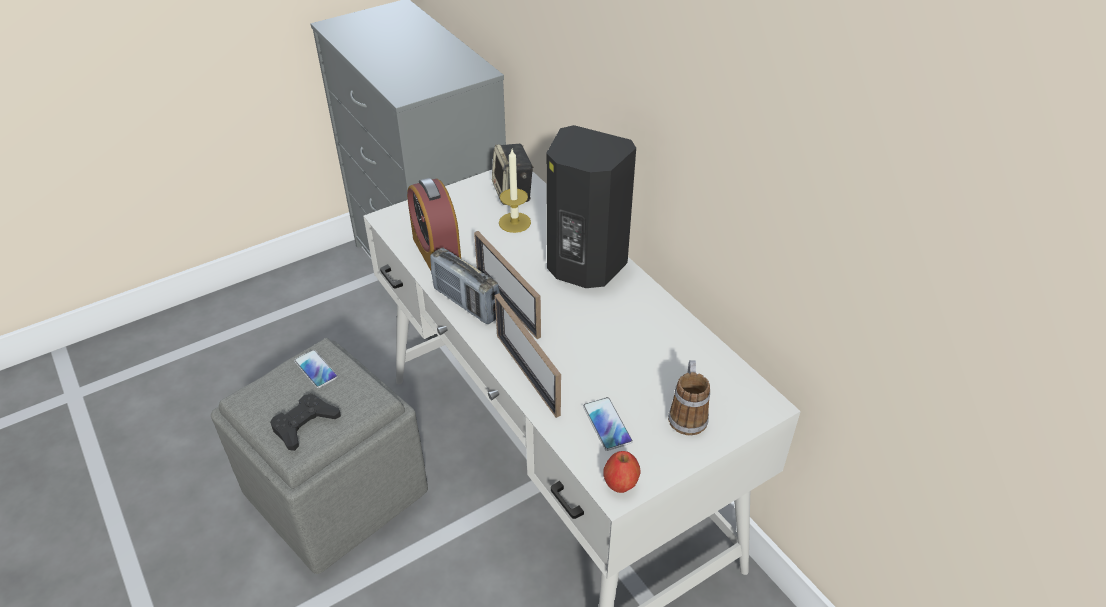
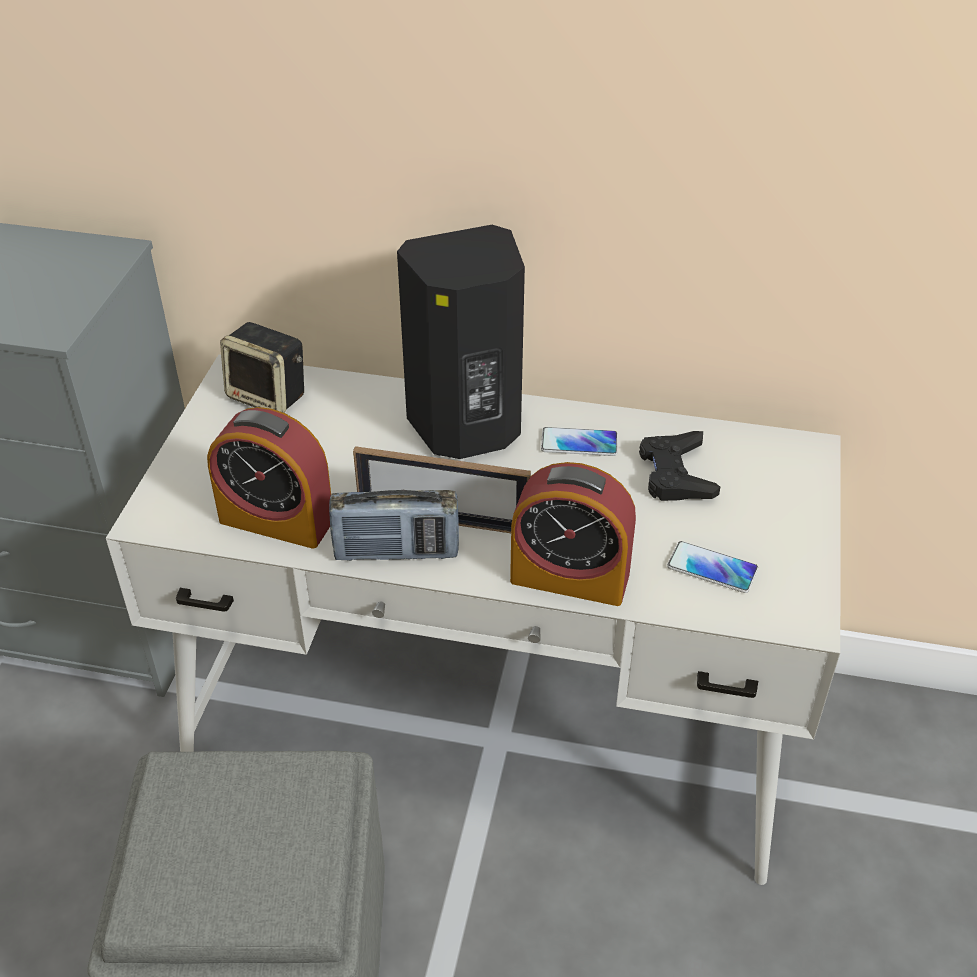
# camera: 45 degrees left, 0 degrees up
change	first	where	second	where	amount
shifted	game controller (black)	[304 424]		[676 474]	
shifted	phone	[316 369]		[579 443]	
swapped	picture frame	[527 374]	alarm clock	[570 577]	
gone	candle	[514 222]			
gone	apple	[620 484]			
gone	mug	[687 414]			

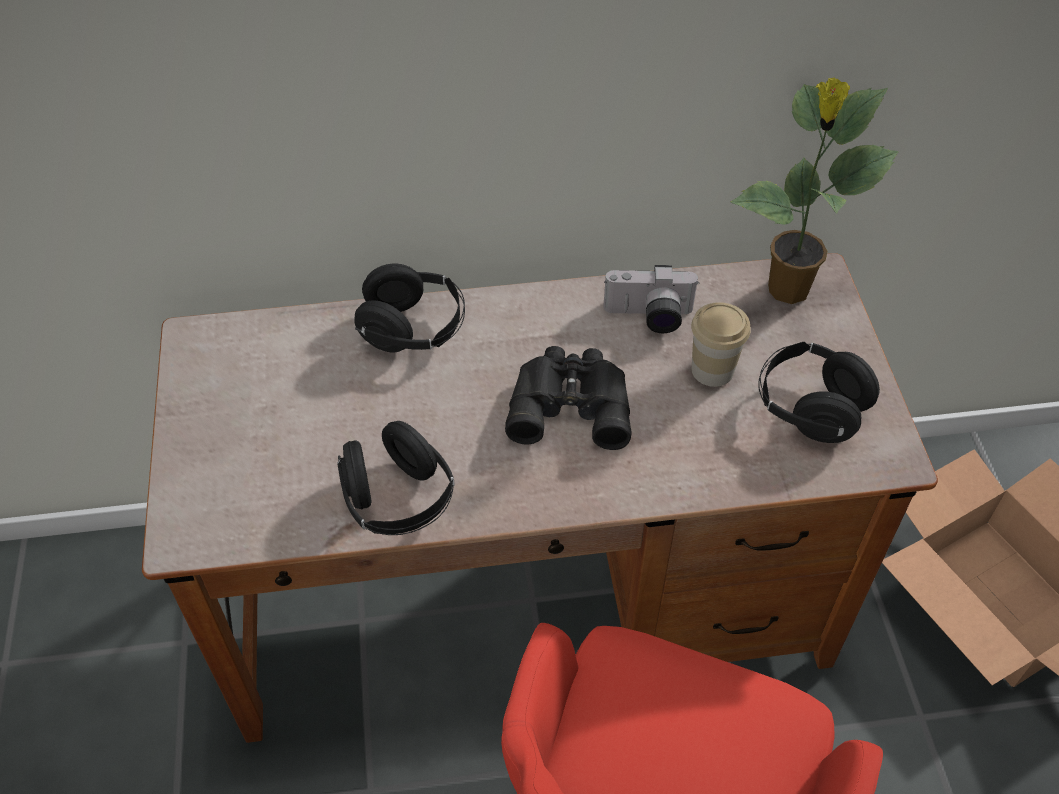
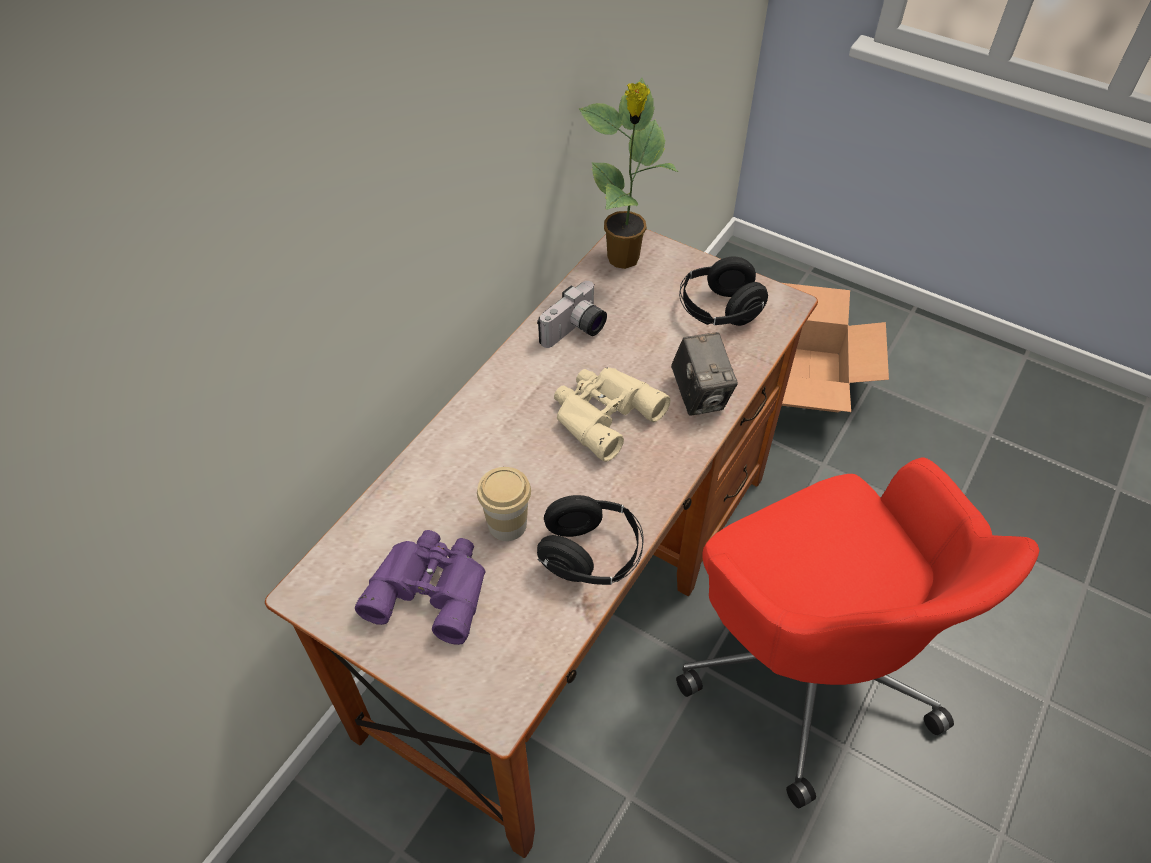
# camera: 50 degrees left, 0 degrees up
change	first	where	second	where	amount
gone	headphones (black)	[413 330]			
repainted	binoculars (black)	[569 402]	binoculars (beige)	[602 414]	
shifted	cup	[712 370]		[507 524]	
new			binoculars (purple)	[431 587]	
new			photo camera	[700 395]	

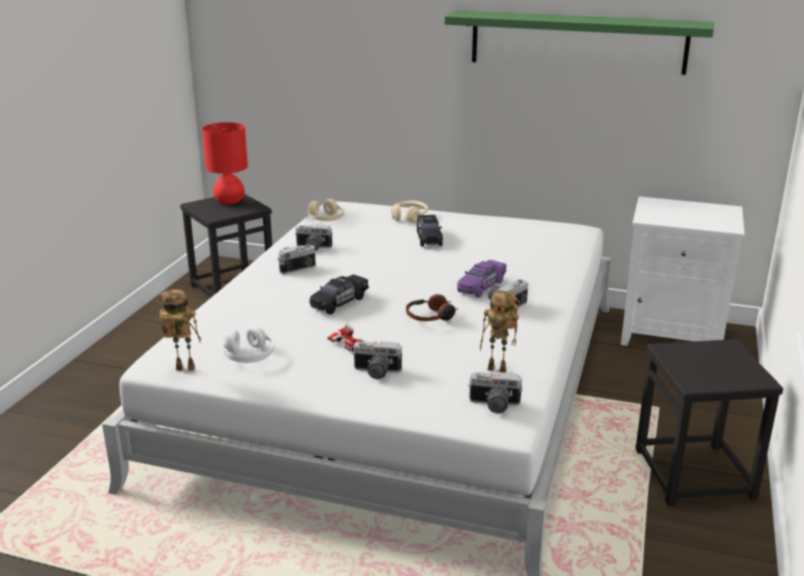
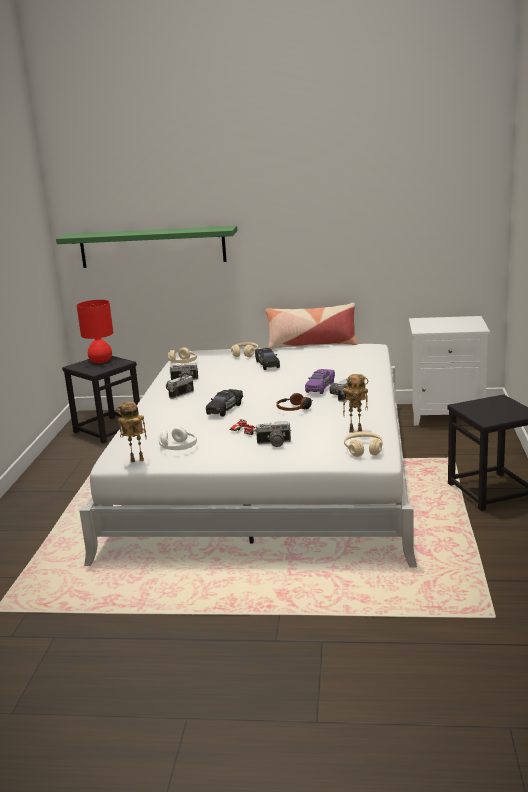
# camera: 10 degrees left, 5 degrees down
change	first	where	second	where	amount
shifted	shelf (green)	[577 42]		[152 247]	
swapped	photo camera	[494 405]	headphones (beige)	[363 450]	
new			pillow	[312 344]	

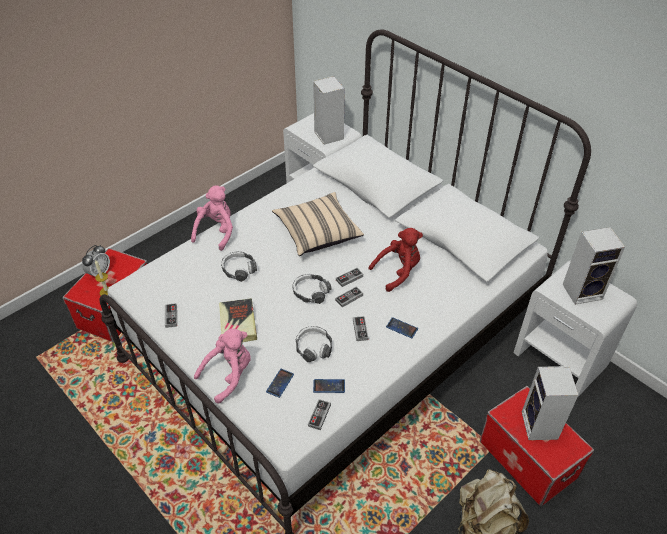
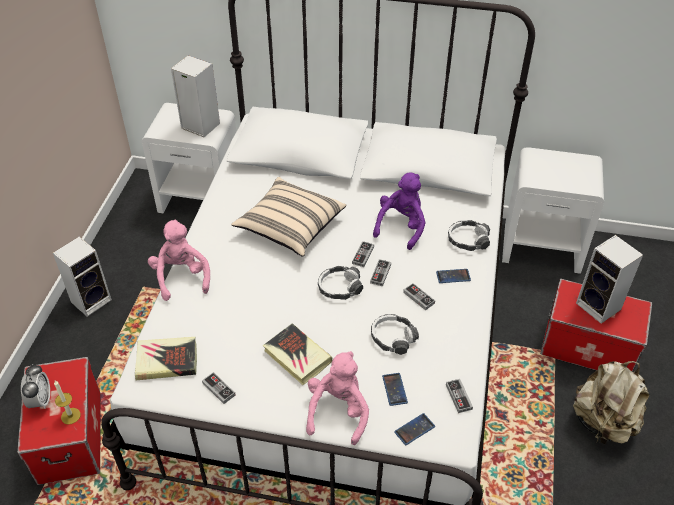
# camera: 35 degrees left, 0 degrees up
change	first	where	second	where	amount
shifted	headphones	[239 269]		[468 240]	
shifted	phone	[329 386]		[414 429]	
repainted	plush toy (red)	[398 271]	plush toy (purple)	[401 226]	
shifted	speaker	[583 291]		[92 300]	
new			book	[167 361]	

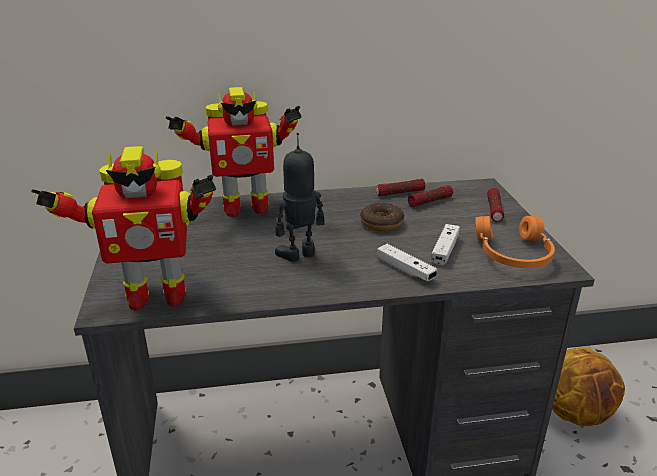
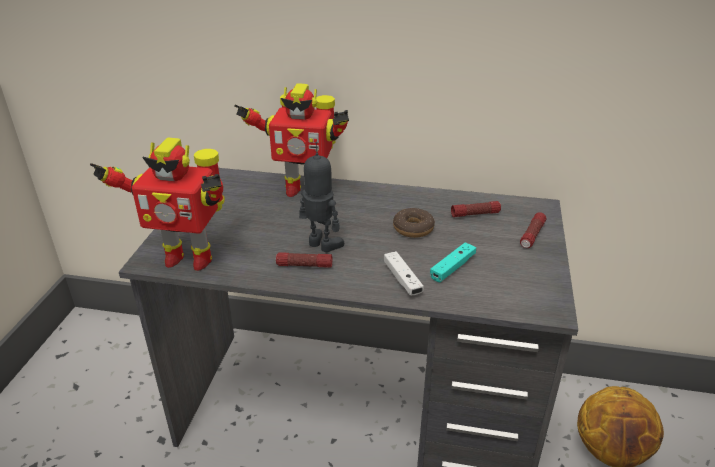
# camera: 20 degrees right, 5 degrees up
change	first	where	second	where	amount
rotated	toy robot	[300 255]		[321 245]	45 degrees clockwise
shifted	flashlight	[400 193]		[304 265]	
repainted	game controller (white)	[445 250]	game controller (turquoise)	[452 267]	
gone	headphones (orange)	[512 254]			

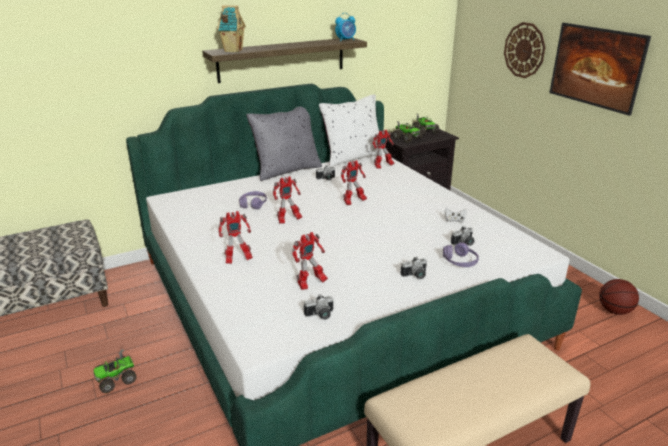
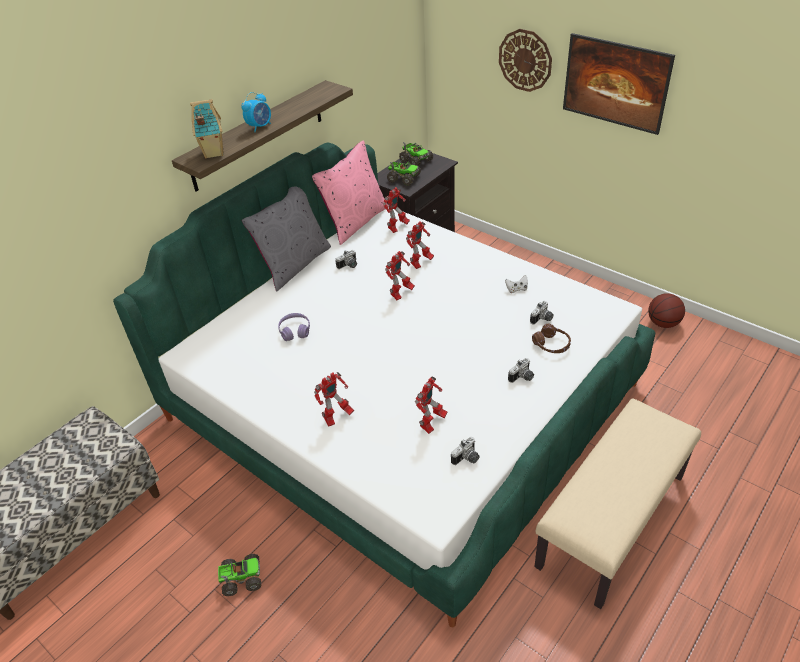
# camera: 20 degrees left, 15 degrees up
change	first	where	second	where	amount
rotated	toy truck	[116 379]		[241 578]	135 degrees counterclockwise
shifted	toy robot	[288 220]		[420 263]	
repainted	pillow (white)	[352 157]	pillow (pink)	[355 222]	
shifted	alarm clock	[345 40]		[260 126]	
repainted	headphones (purple)	[460 261]	headphones (brown)	[551 344]	

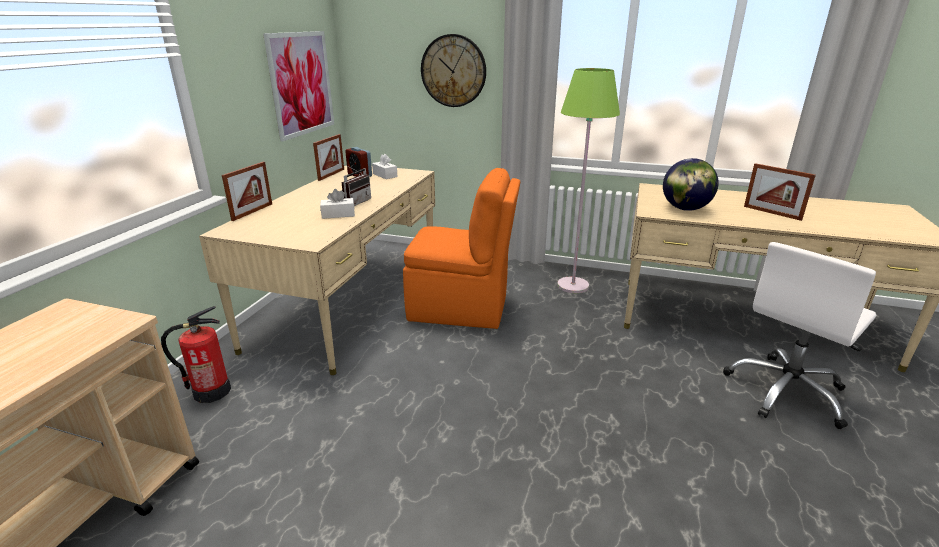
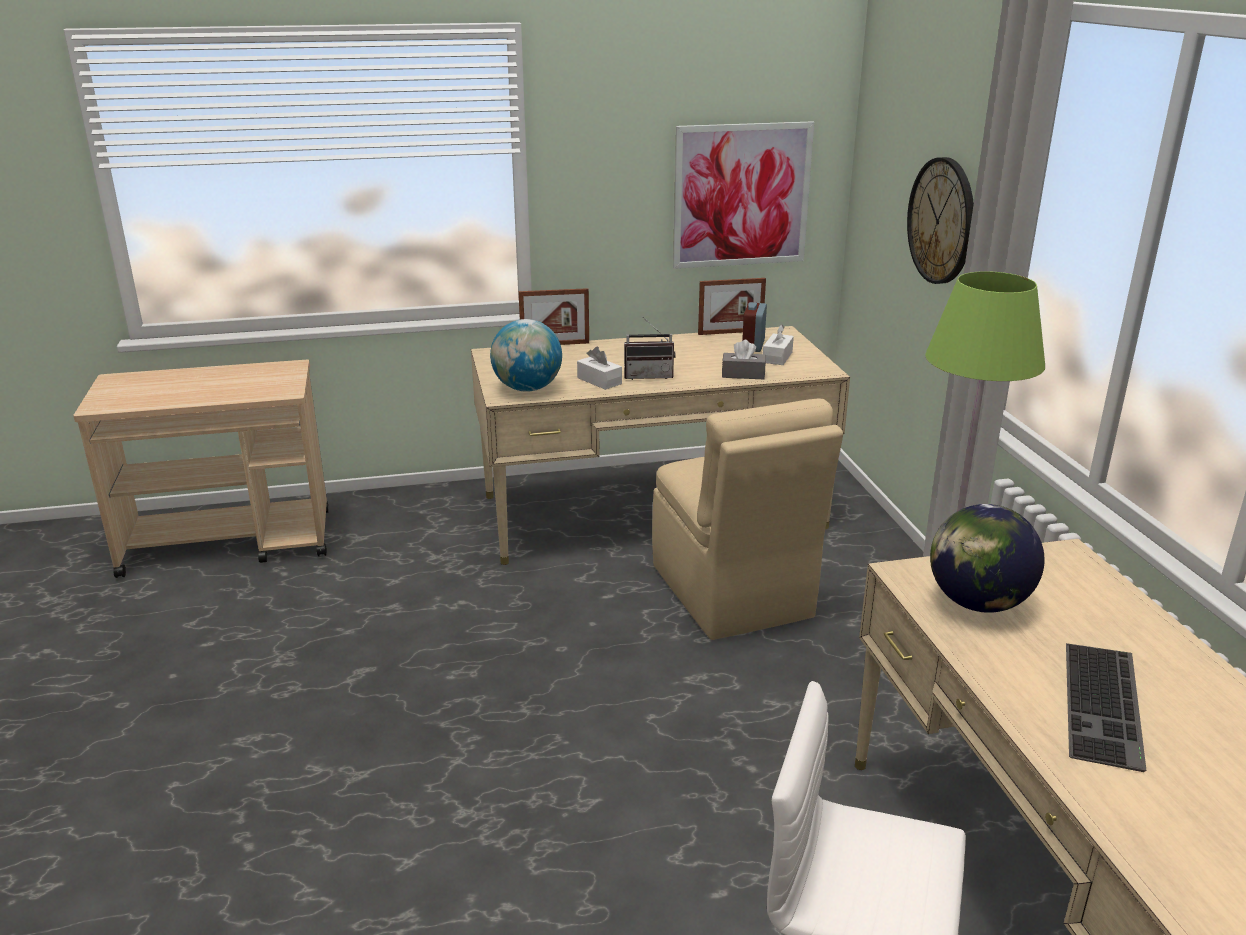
# camera: 60 degrees right, 0 degrees up
change	first	where	second	where	amount
gone	fire extinguisher	[211 391]			
repainted	chair (orange)	[461 308]	chair (beige)	[732 594]	
swapped	picture frame	[772 213]	keyboard	[1106 705]	
new			globe	[527 389]	
new			tissue box (grey)	[743 374]	

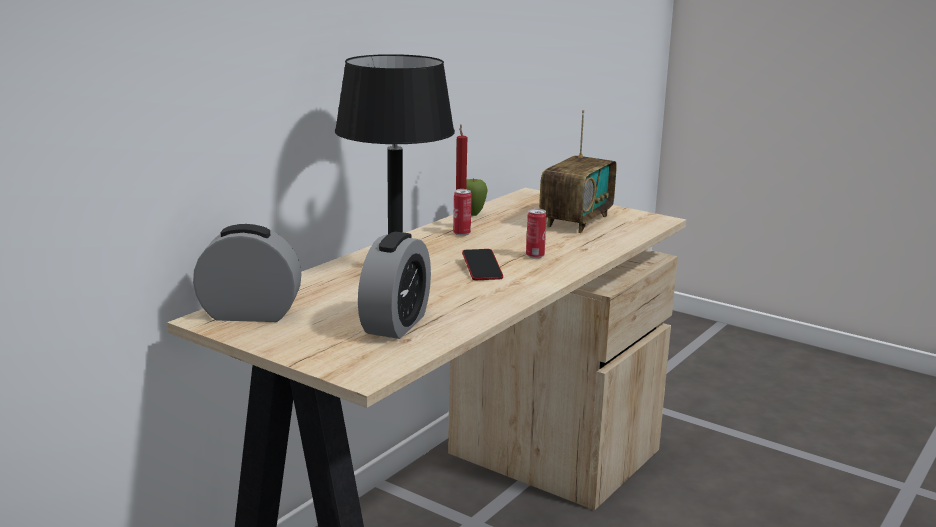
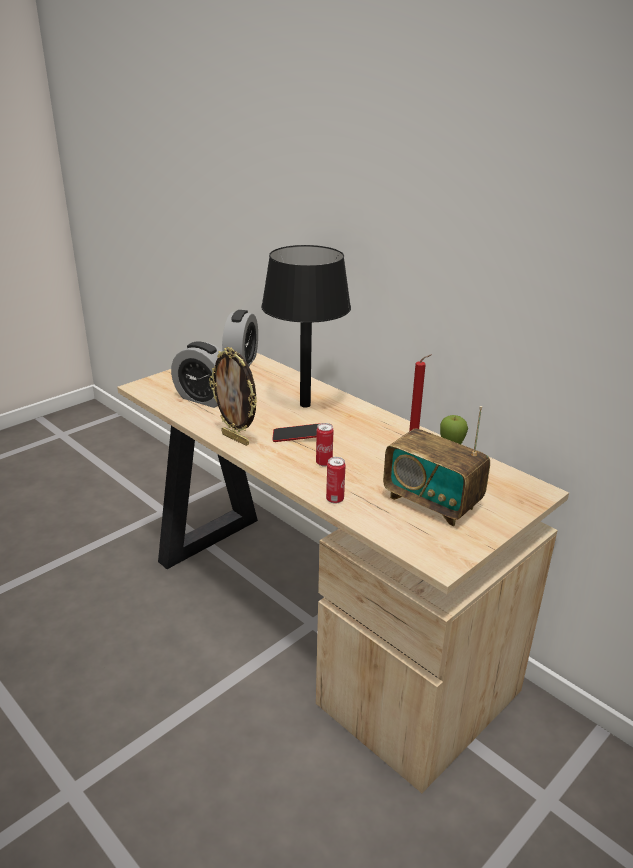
# camera: 100 degrees right, 10 degrees up
change	first	where	second	where	amount
shifted	can	[461 233]		[335 499]	
new			picture frame	[236 439]	

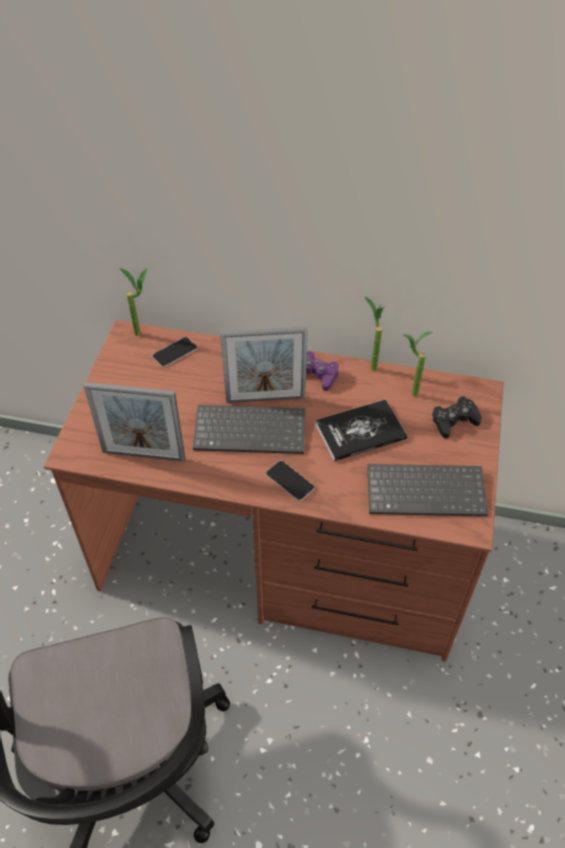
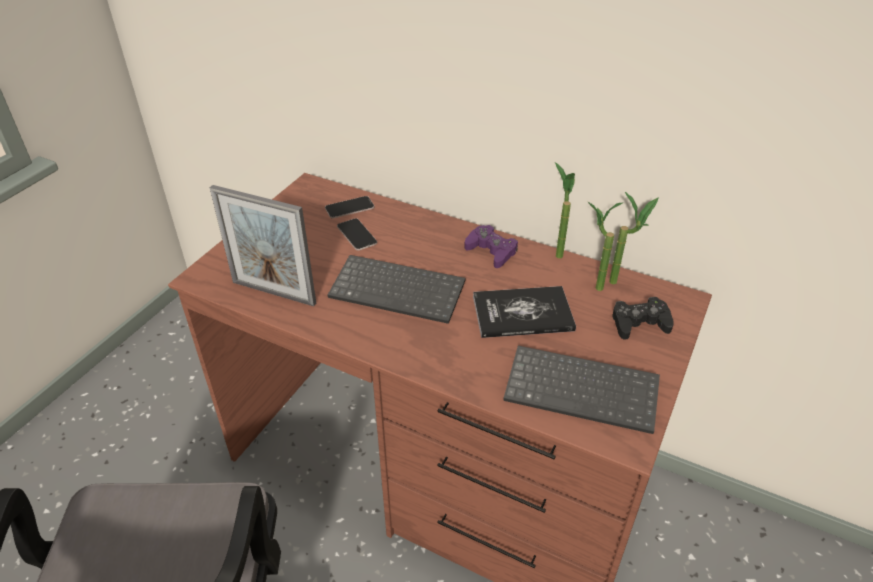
# camera: 15 degrees right, 10 degrees down
change	first	where	second	where	amount
shifted	potted plant	[144 333]		[621 282]	
gone	picture frame	[265 399]			
shifted	phone	[290 481]		[357 235]	

